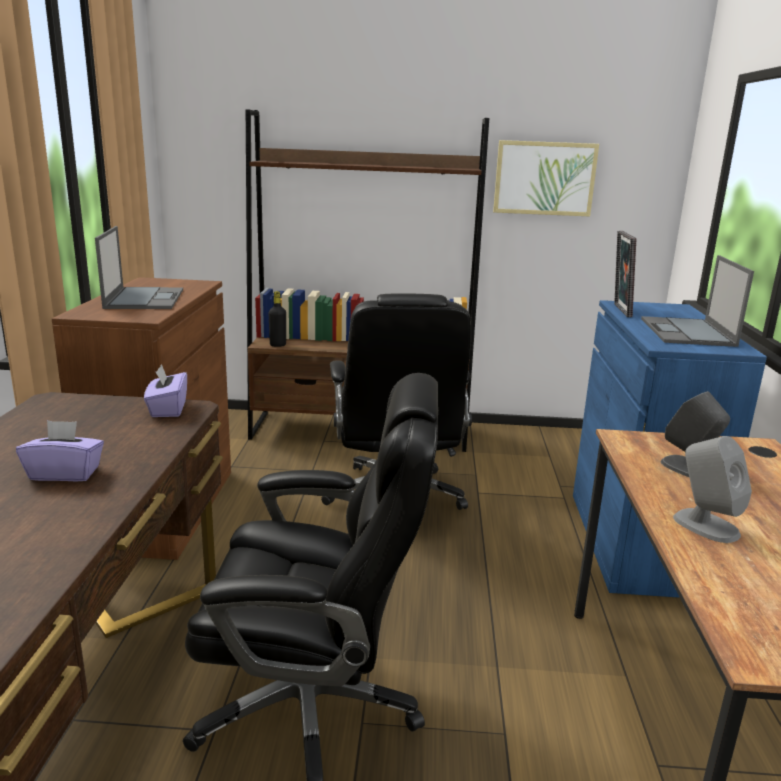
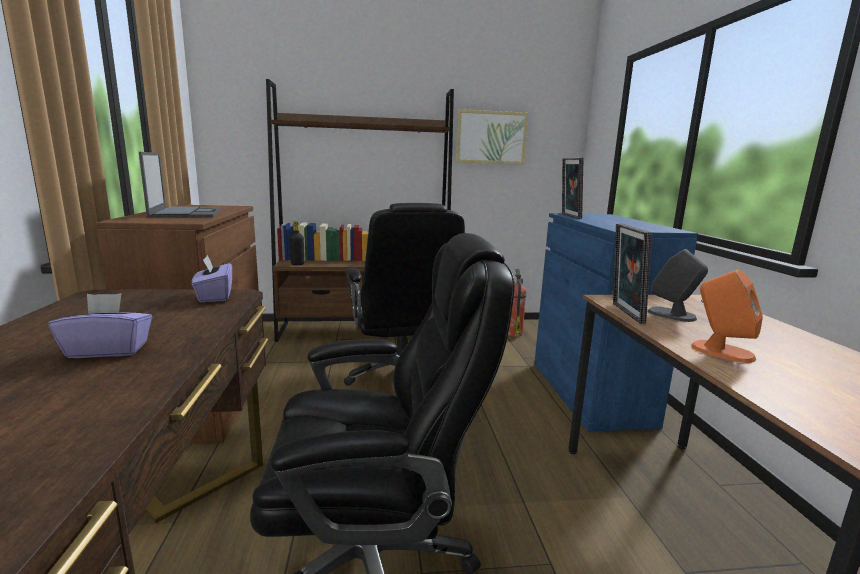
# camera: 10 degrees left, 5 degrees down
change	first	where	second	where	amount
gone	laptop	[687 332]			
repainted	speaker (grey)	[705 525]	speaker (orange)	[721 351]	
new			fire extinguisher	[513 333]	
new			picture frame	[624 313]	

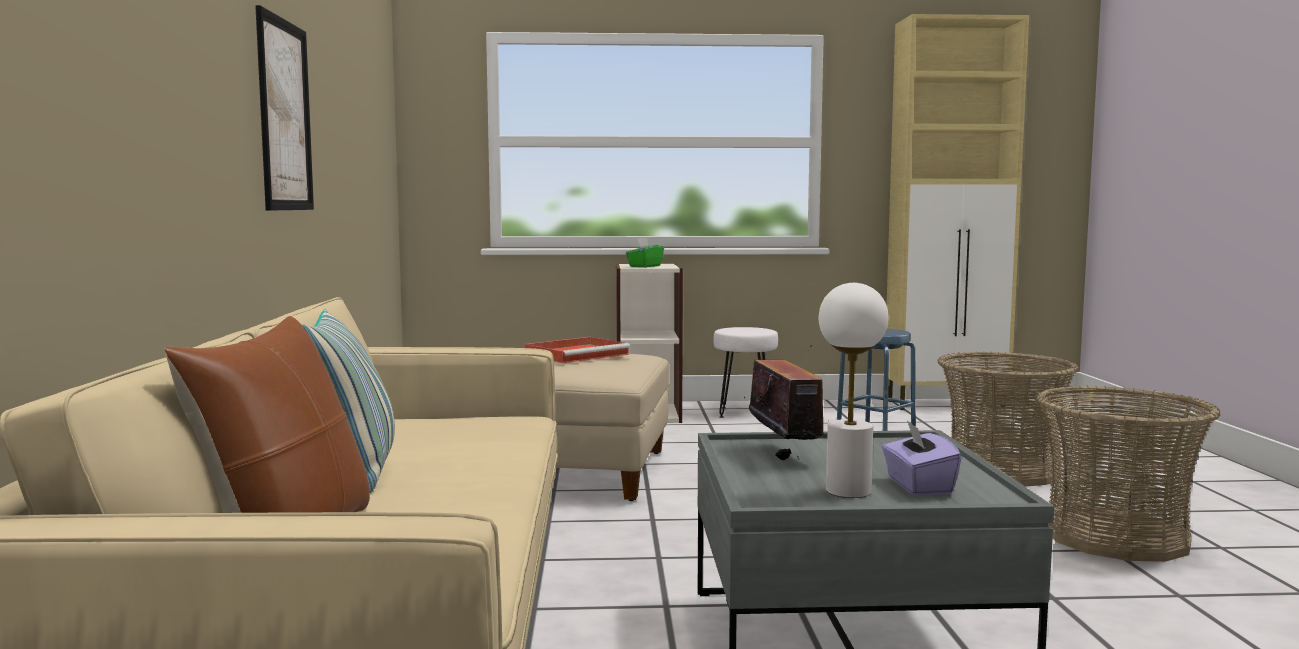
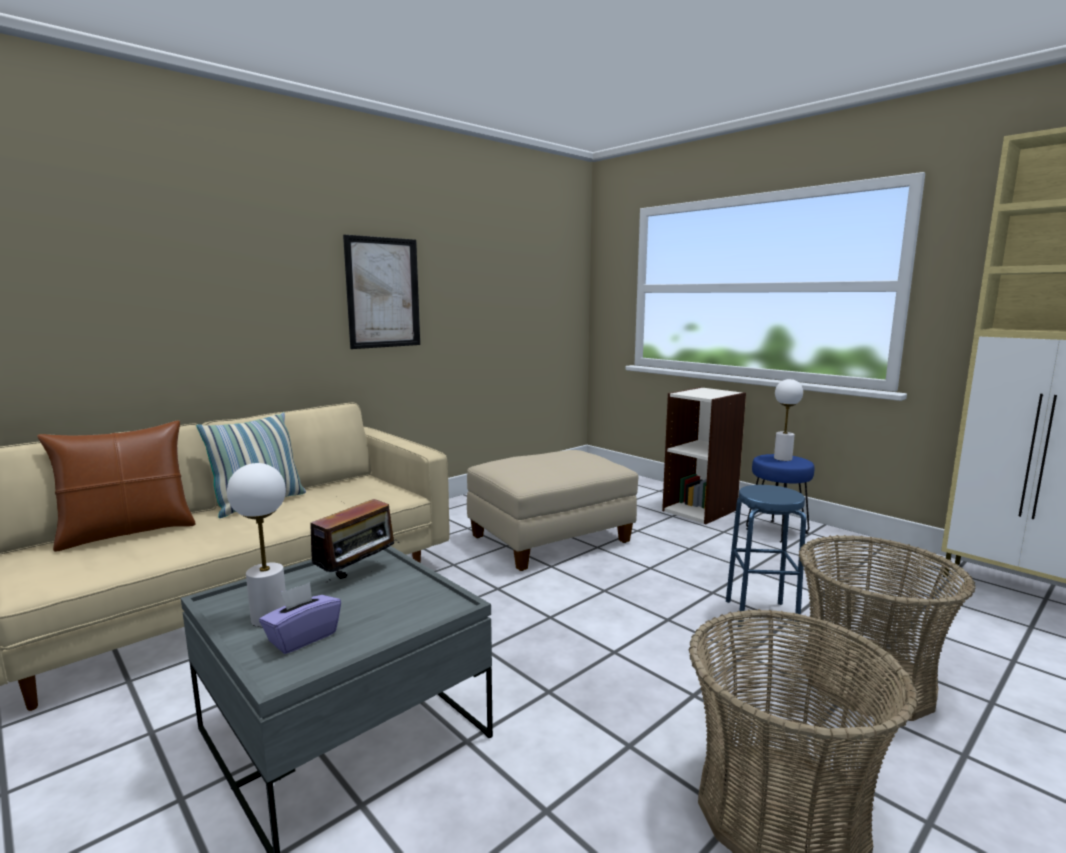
# camera: 50 degrees right, 5 degrees up
change	first	where	second	where	amount
gone	tray (red)	[578 354]			
gone	tissue box (green)	[644 266]			
repainted	stool (white)	[745 413]	stool (blue)	[777 531]	
new			table lamp (white)	[782 458]	

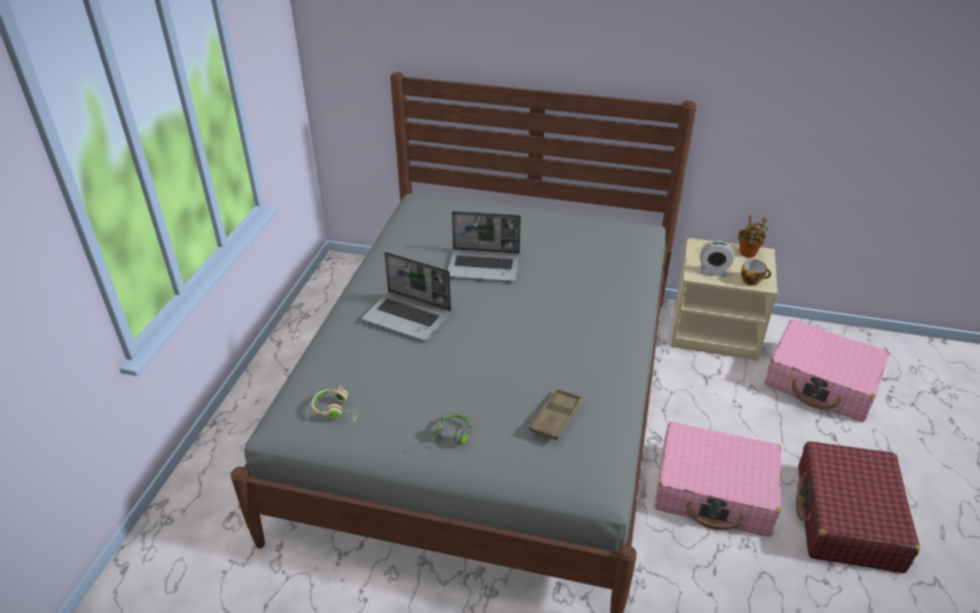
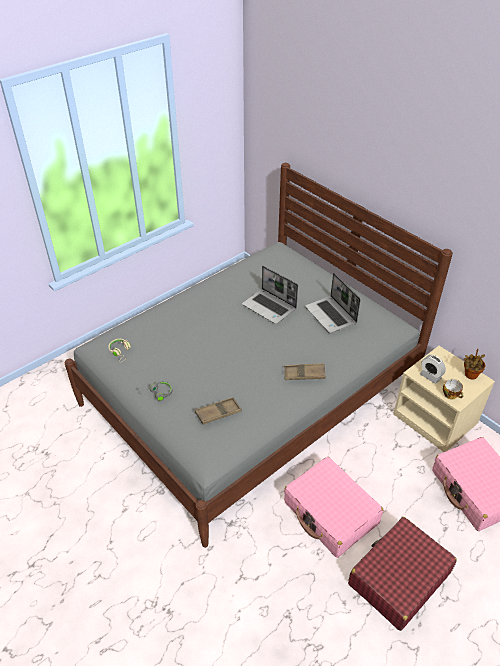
# camera: 35 degrees right, 5 degrees up
change	first	where	second	where	amount
shifted	laptop	[408 317]		[331 315]	
new			tray (brown)	[304 374]	

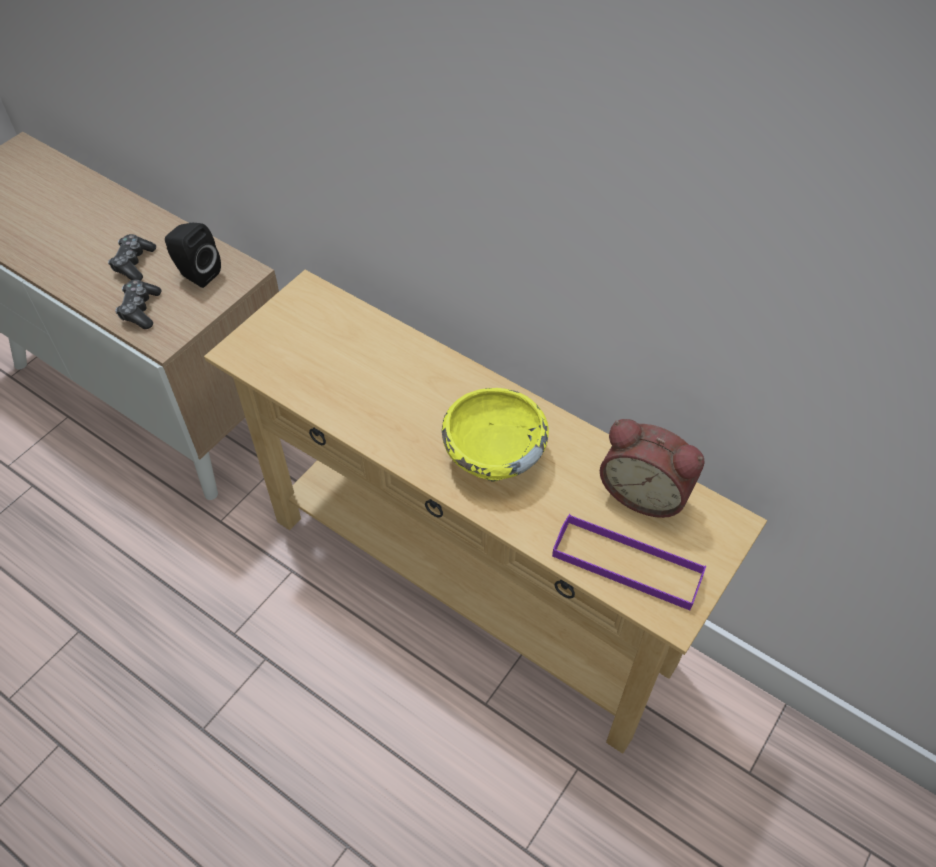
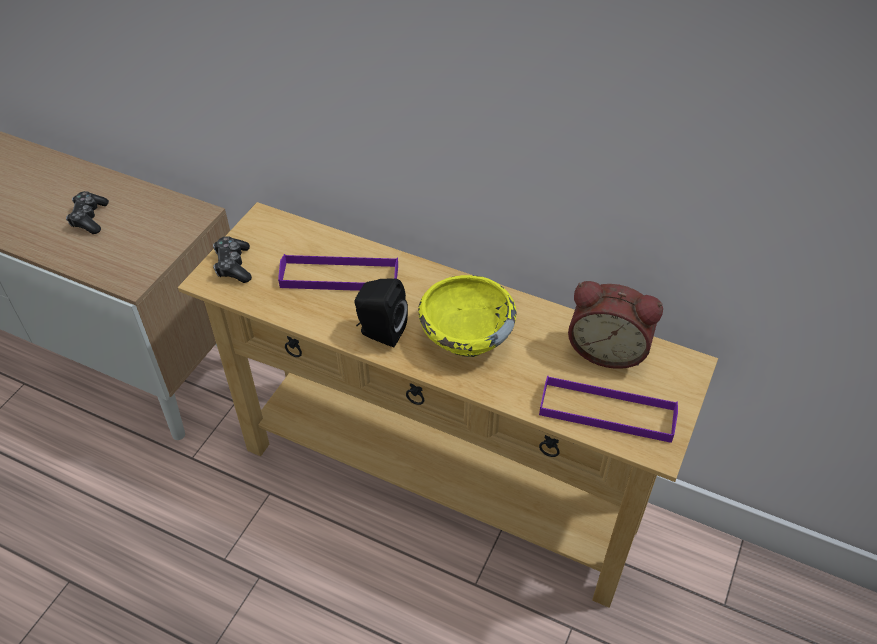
# camera: 10 degrees left, 5 degrees down
change	first	where	second	where	amount
shifted	game controller	[140 310]		[233 265]	
shifted	speaker (black)	[196 274]		[380 332]	
new			tray (purple)	[339 276]	

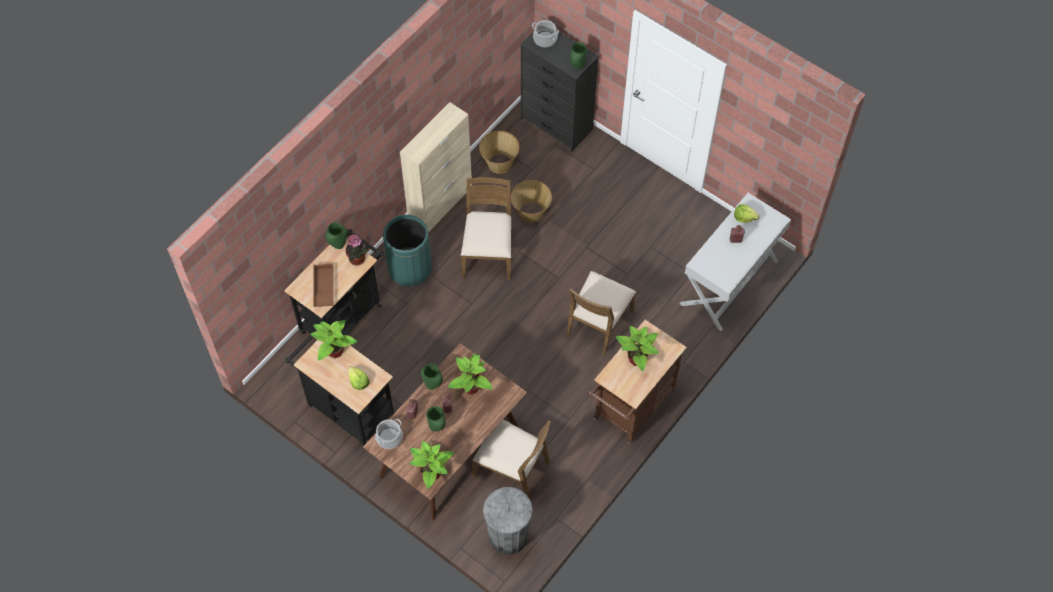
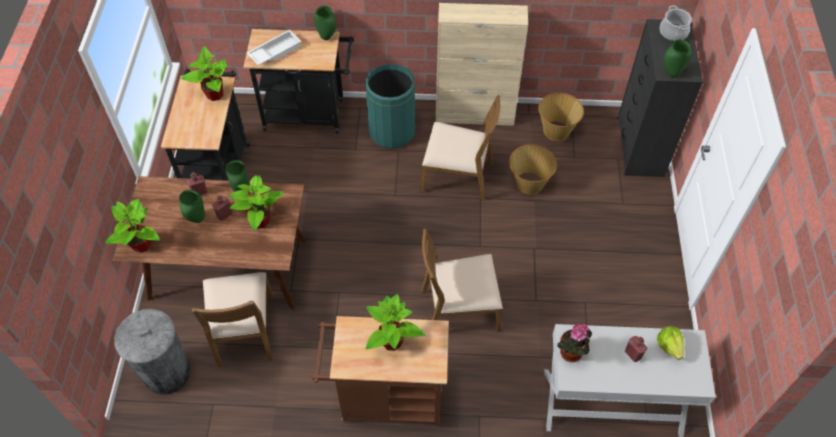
# camera: 55 degrees right, 5 degrees down
change	first	where	second	where	amount
repainted	tray (brown)	[323 287]	tray (white)	[275 51]	
shifted	potted plant	[358 259]		[571 355]	
gone	lettuce	[358 382]			
gone	cooking pot	[389 438]			
rotated	chair (brown)	[488 253]		[457 177]	45 degrees clockwise

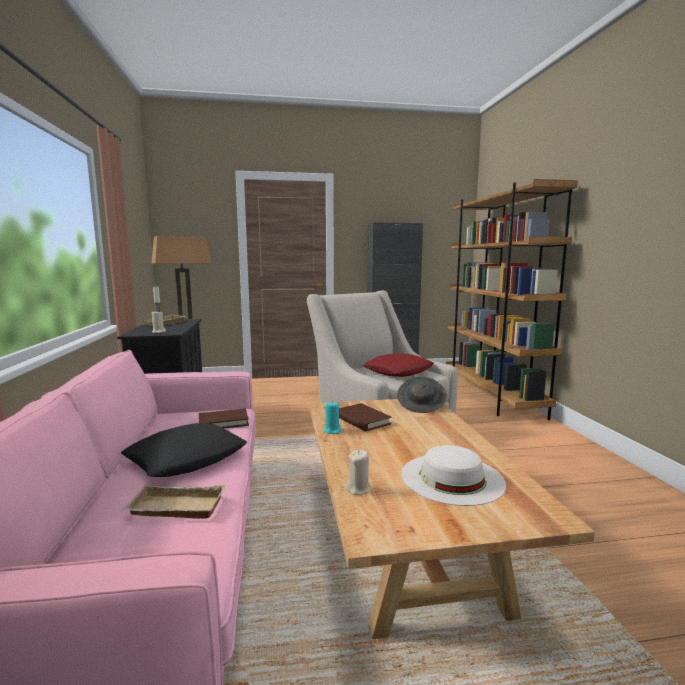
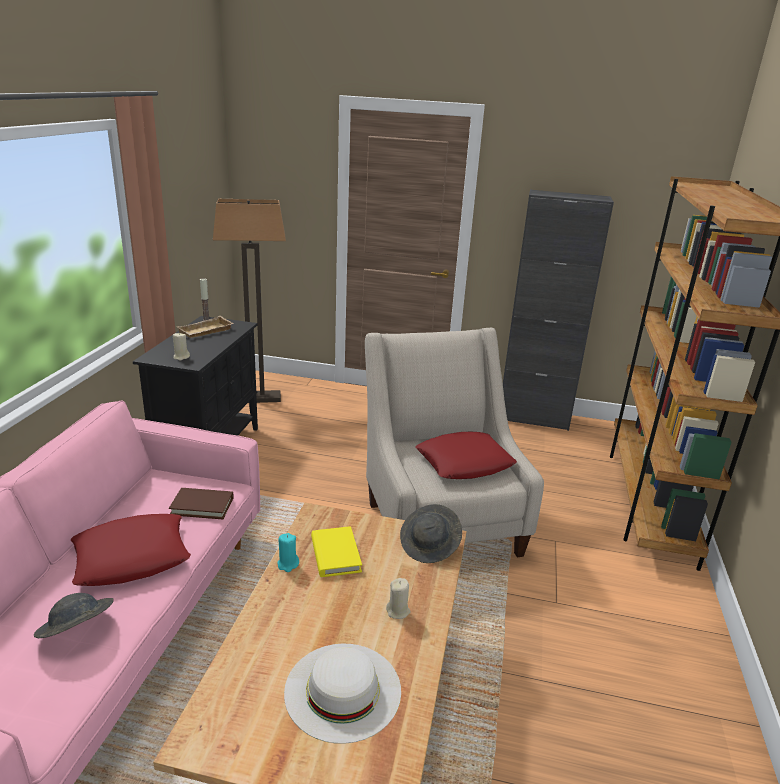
# camera: 20 degrees right, 15 degrees up
change	first	where	second	where	amount
repainted	pillow (black)	[187 458]	pillow (red)	[132 557]	
swapped	tray (beige)	[174 509]	hat (grey)	[77 631]	
repainted	book (brown)	[362 420]	book (yellow)	[335 554]	
shifted	candle (beige)	[358 489]		[398 611]	

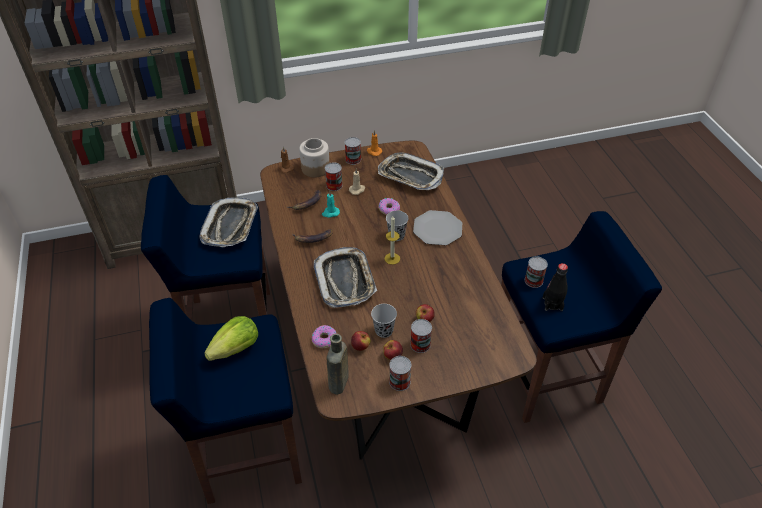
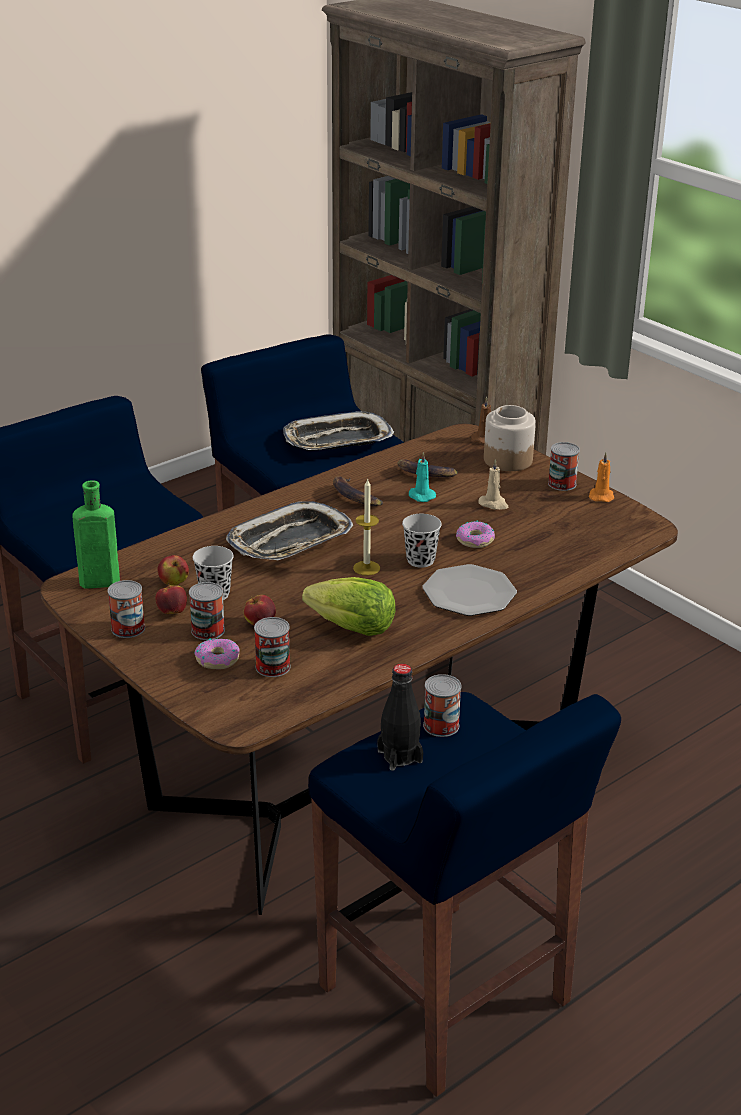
# camera: 65 degrees right, 15 degrees down
change	first	where	second	where	amount
shifted	lettuce	[236 349]		[353 628]	
shifted	donut	[324 339]		[217 659]	
shifted	can	[334 185]		[273 667]	
repainted	bottle (brown)	[338 384]	bottle (green)	[96 582]	
gone	tray	[410 176]			

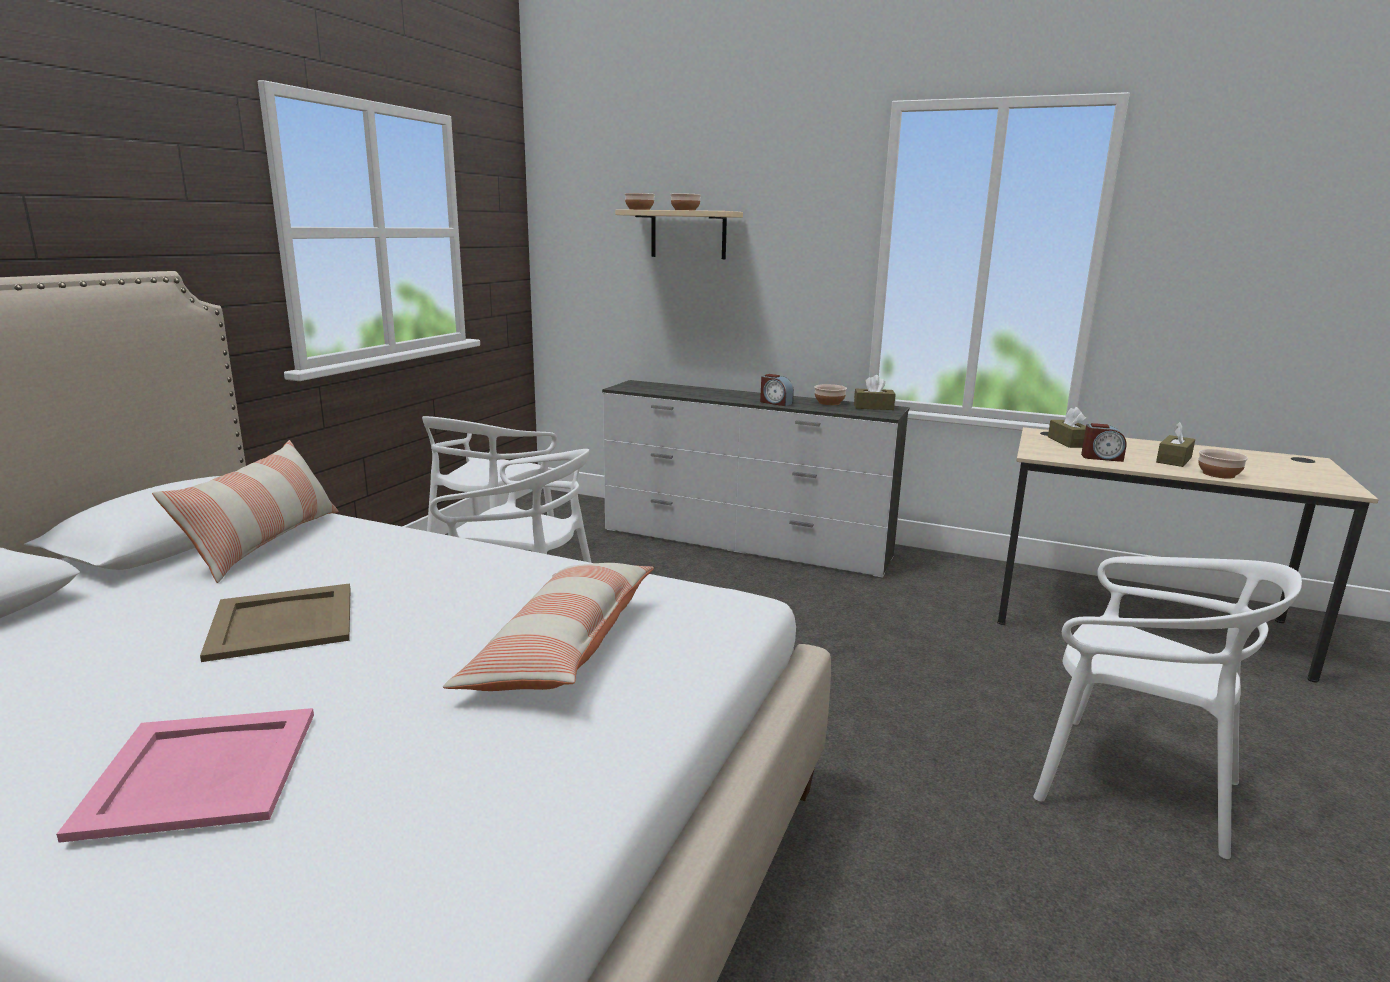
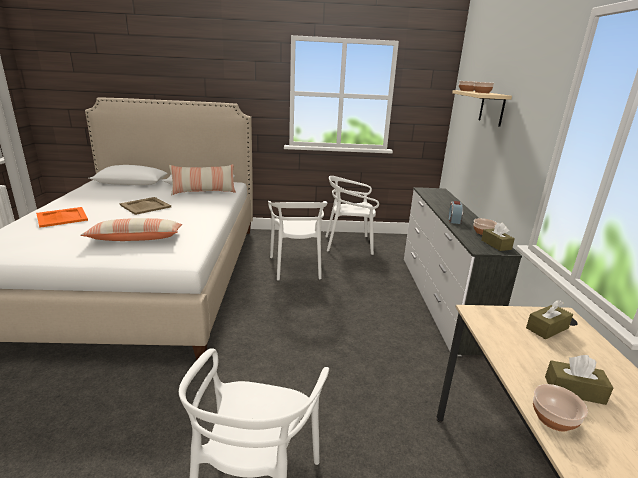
# camera: 65 degrees right, 5 degrees up
change	first	where	second	where	amount
repainted	tray (pink)	[203 770]	tray (orange)	[62 217]	
gone	alarm clock	[1101 457]			

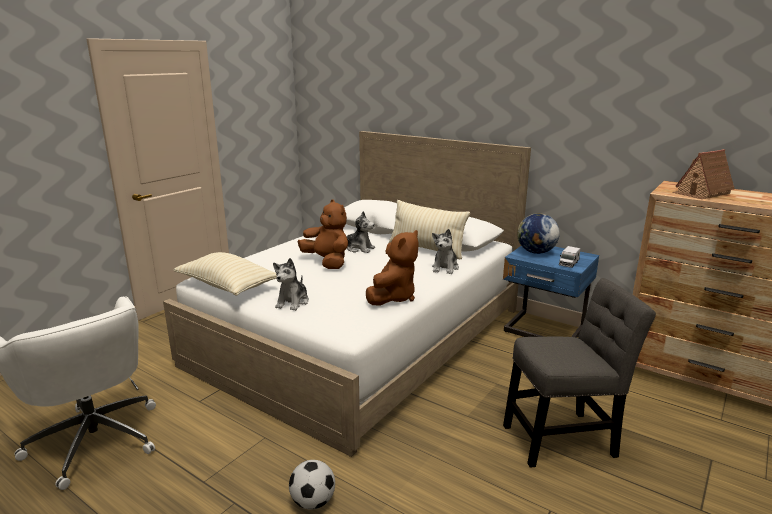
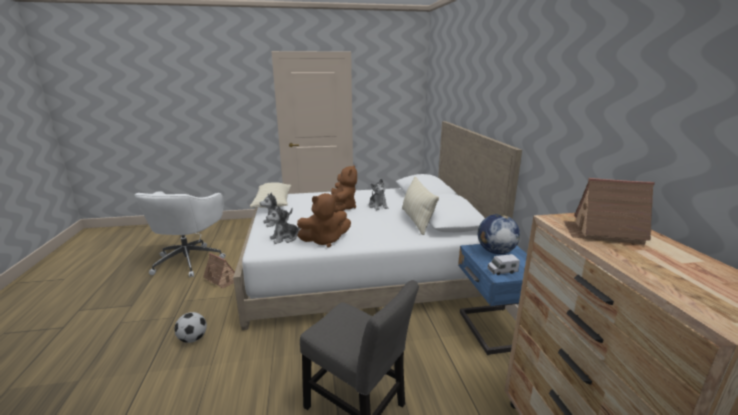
# camera: 45 degrees right, 0 degrees up
change	first	where	second	where	amount
shifted	plush toy	[445 268]		[285 238]	
new			toy house	[222 279]	

